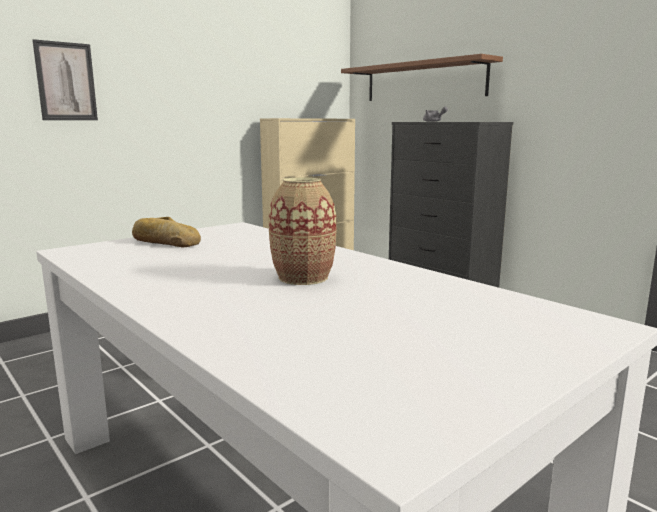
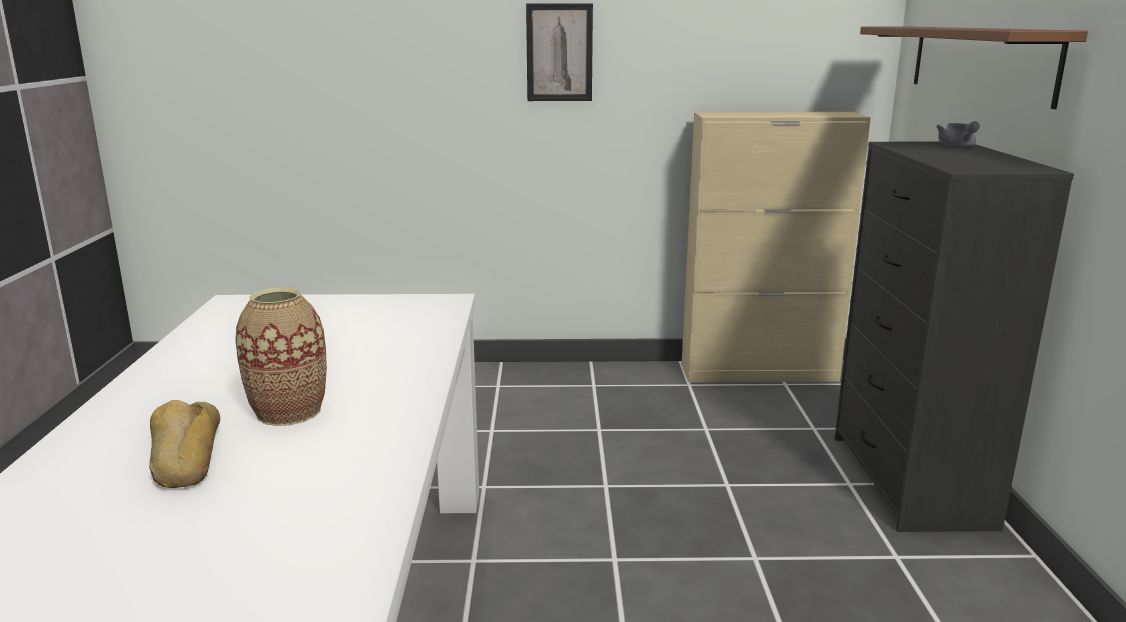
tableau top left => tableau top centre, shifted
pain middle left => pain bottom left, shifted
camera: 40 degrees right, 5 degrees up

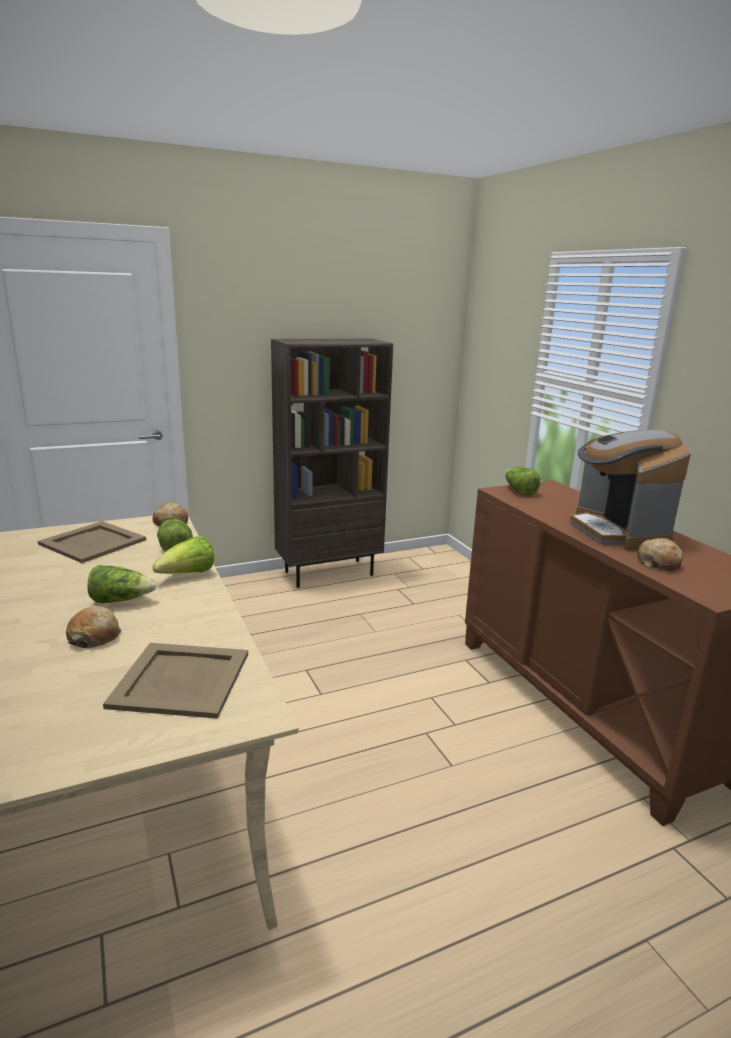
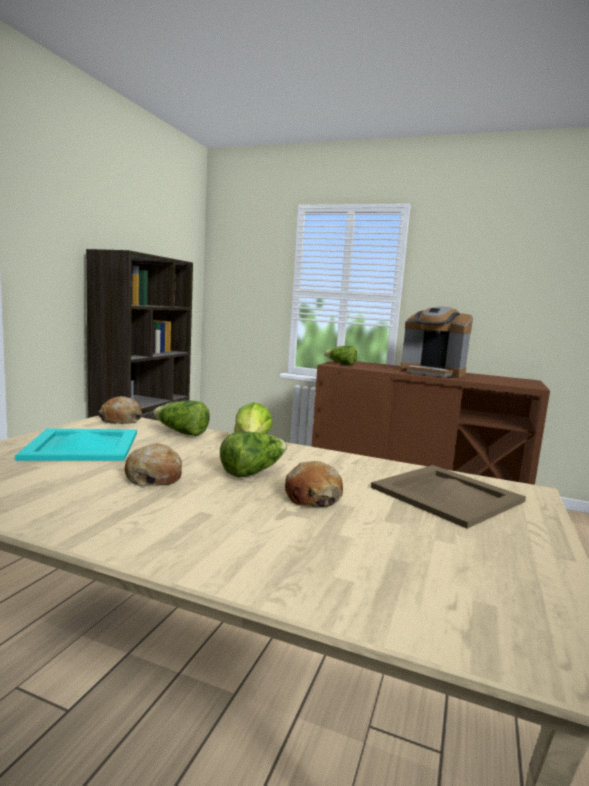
plateau [beige] (no. 1 from left) middle left => plateau [turquoise] middle left
pain (no. 3 from left in the first image) middle right => pain (no. 2 from left) middle left, shifted
camera: 45 degrees left, 10 degrees down

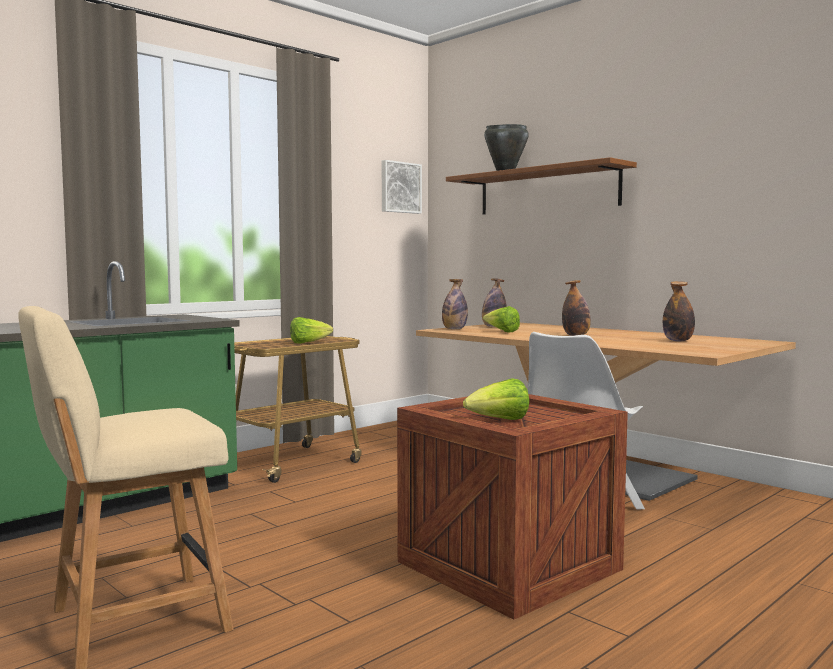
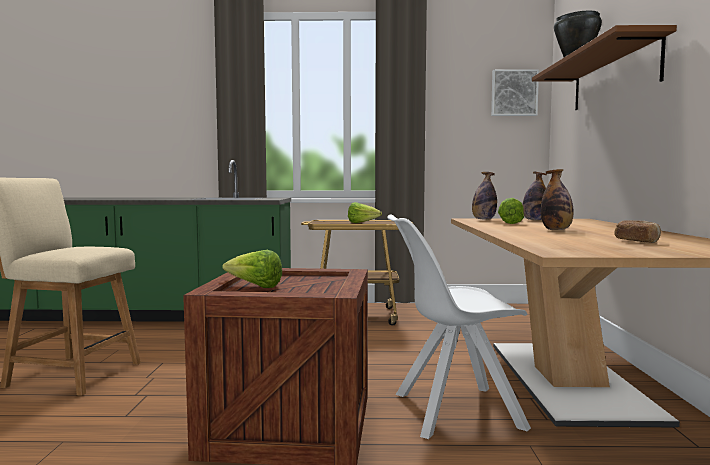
bouteille (no. 4 from left) middle right => pain middle right
camera: 45 degrees right, 0 degrees up

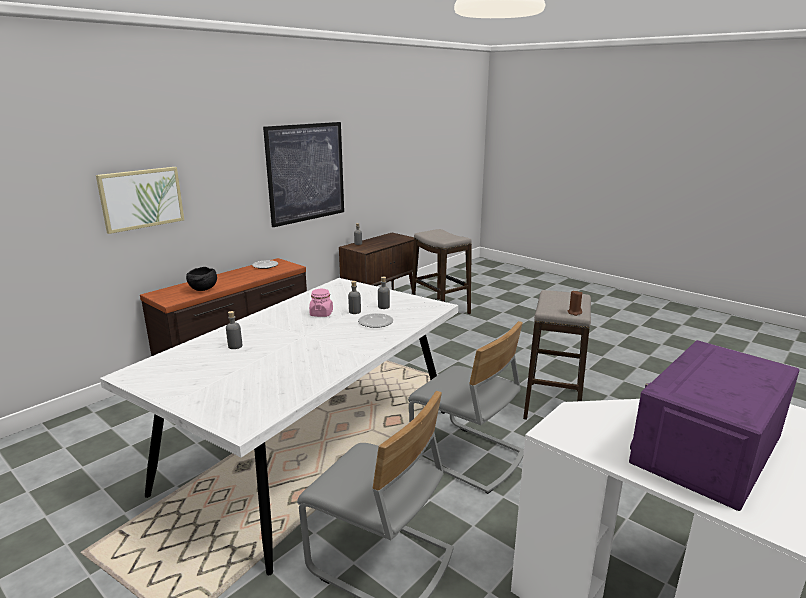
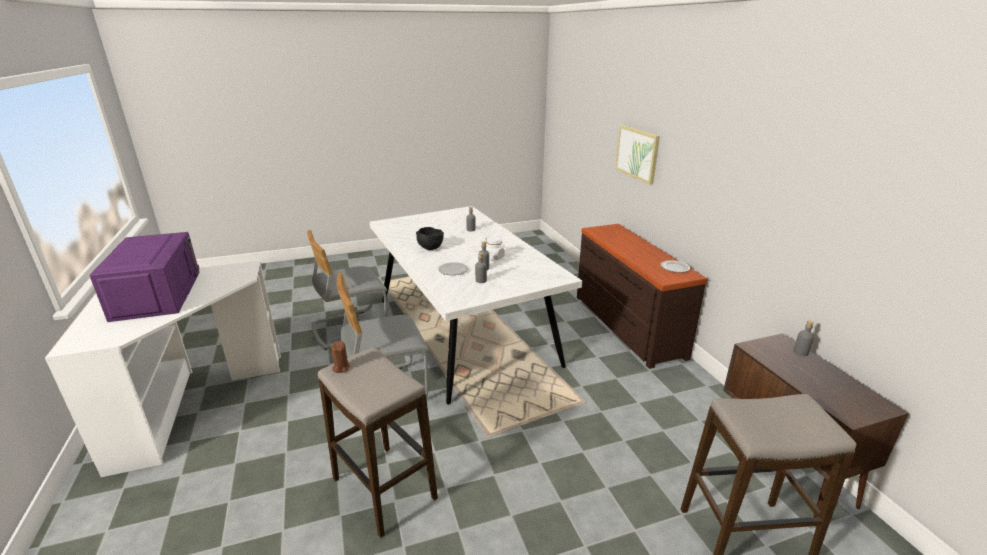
tableau (no. 2 from left) top centre => nothing
bol [noir] middle left => bol [noir] centre, shifted
bocal [rose] centre => bocal [blanc] centre
camera: 120 degrees right, 5 degrees up

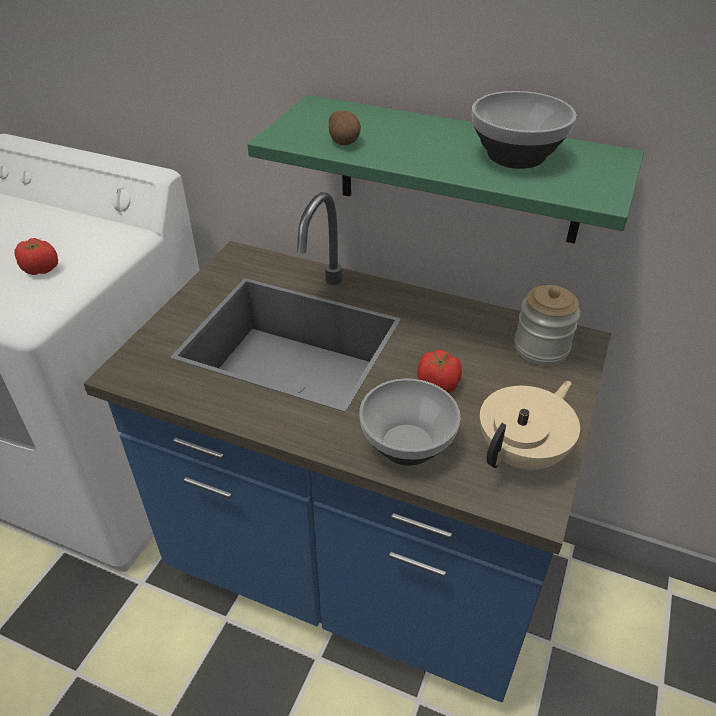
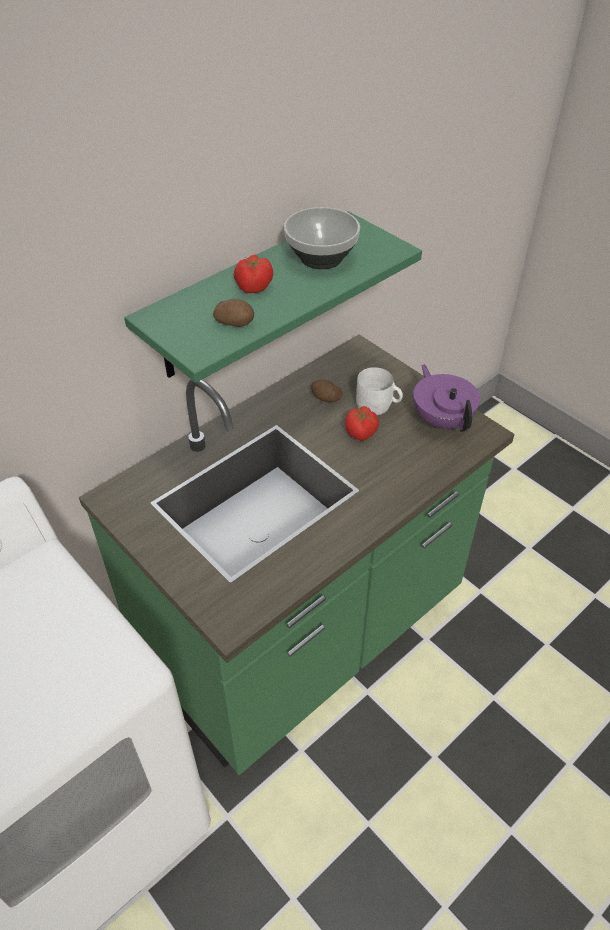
comptoir de cuisine [bleu] centre => comptoir de cuisine [vert] centre
tomate (no. 1 from left) middle left => tomate (no. 1 from left) top centre, shifted
bocal middle right => nothing
bol (no. 1 from left) centre => nothing
théière [beige] middle right => théière [violet] middle right
nothing => mug [blanc] centre
nothing => pomme de terre (no. 2 from left) centre
camera: 65 degrees left, 5 degrees up

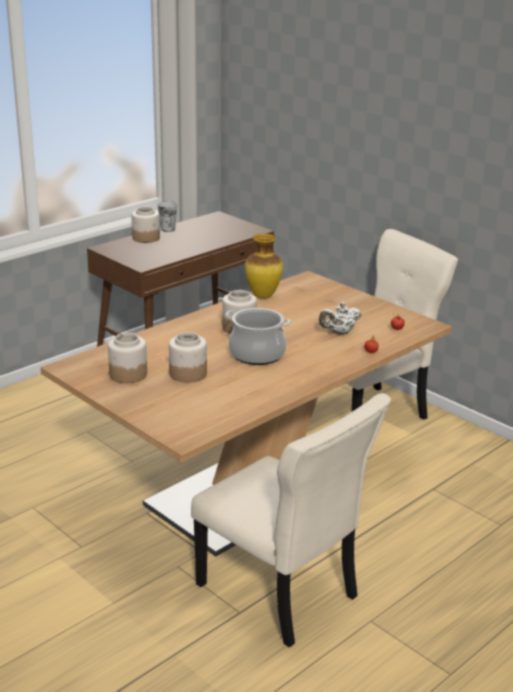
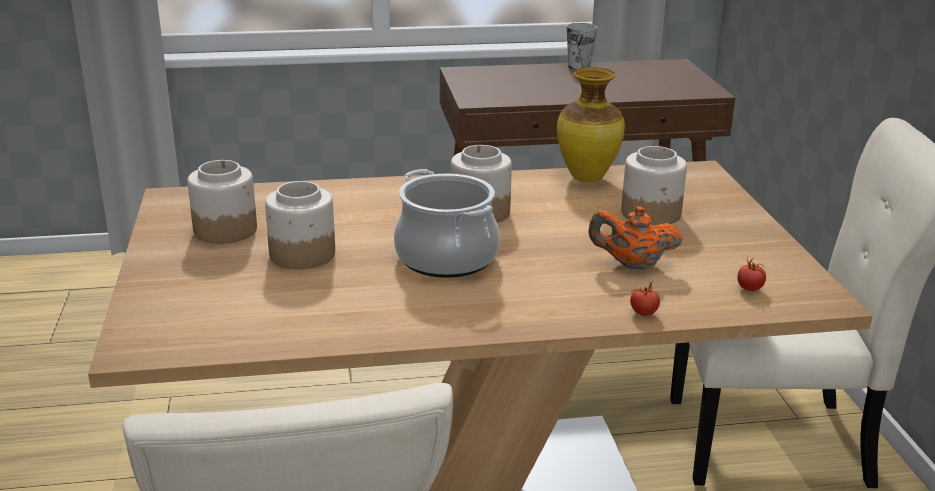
bocal (no. 2 from left in the first image) top left => bocal (no. 4 from left) middle right, shifted
théière [blanc] centre => théière [orange] middle right
camera: 35 degrees right, 0 degrees up

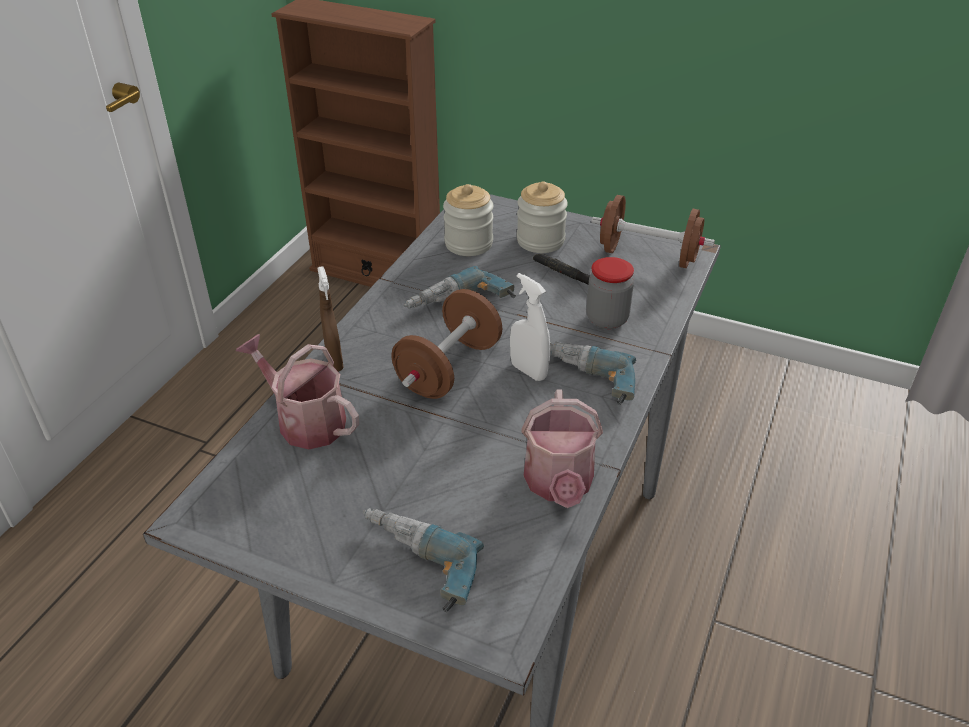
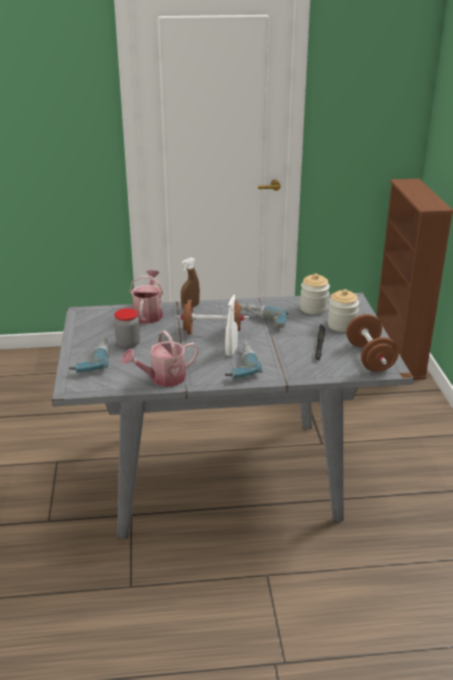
bocal (no. 3 from left in the first image) centre => bocal (no. 1 from left) middle left, shifted
camera: 60 degrees right, 10 degrees down

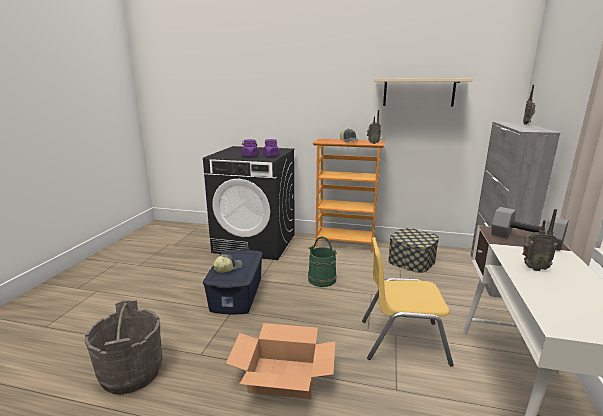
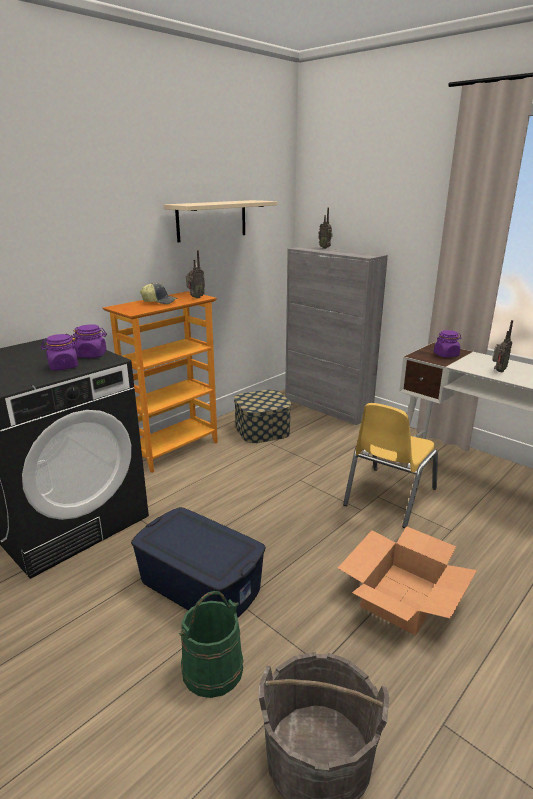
haltère [gris] middle right => bocal [violet] (no. 3 from left) middle right
seau [vert] centre => seau [vert] bottom centre, shifted
casquette (no. 1 from left) centre => nothing
camera: 60 degrees left, 5 degrees up

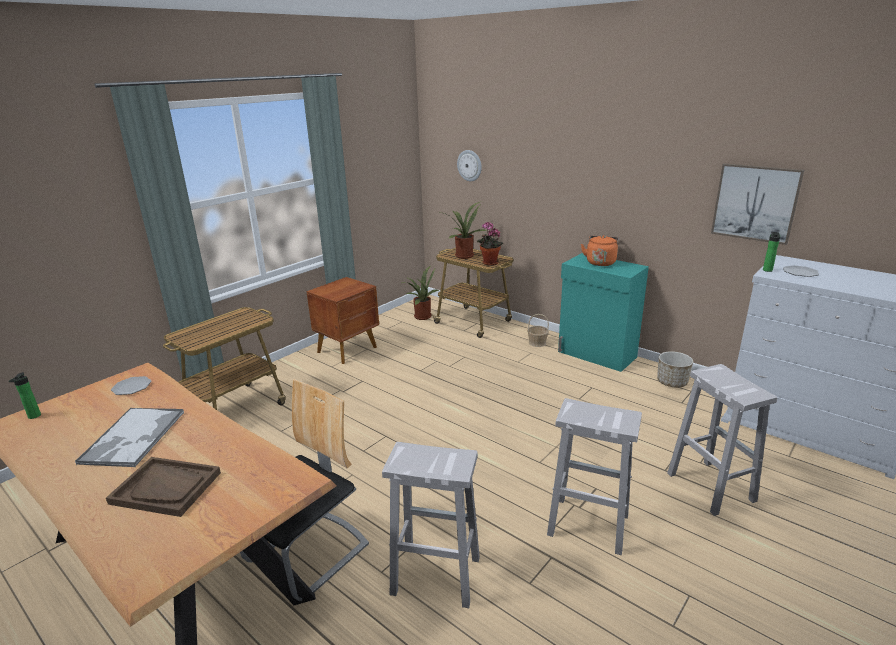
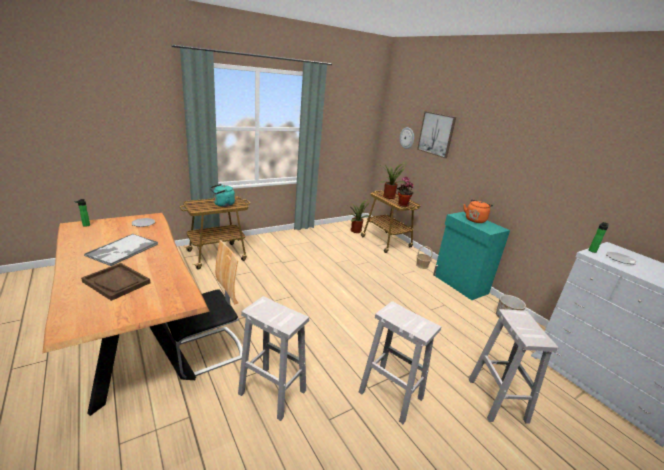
tableau top right => tableau top centre, shifted
table de chevet [marron] centre => nothing
nothing => bouilloire [turquoise] centre
camera: 15 degrees right, 0 degrees up

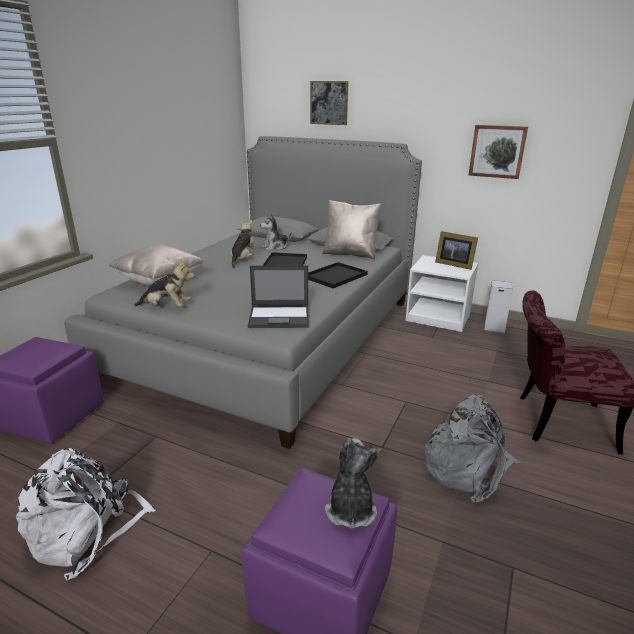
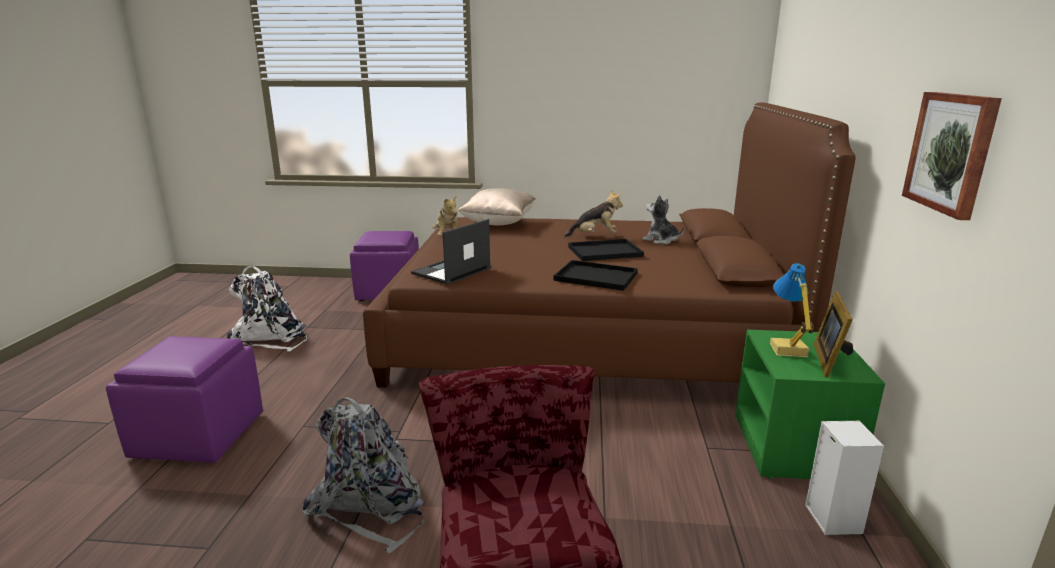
tableau (no. 1 from left) top centre => nothing
lit [gris] centre => lit [marron] centre
coussin [beige] (no. 2 from left) centre => nothing
table de chevet [blanc] middle right => table de chevet [vert] bottom right
ordinateur portable centre, 60 degrees clockwise
peluche (no. 4 from left) bottom centre => nothing
nothing => lampe de table middle right
camera: 70 degrees right, 5 degrees down

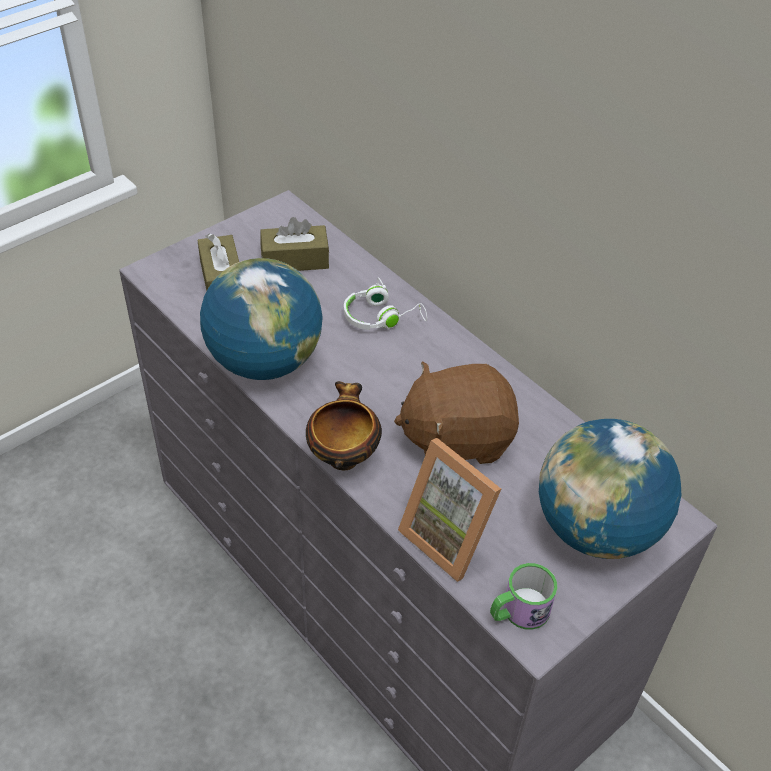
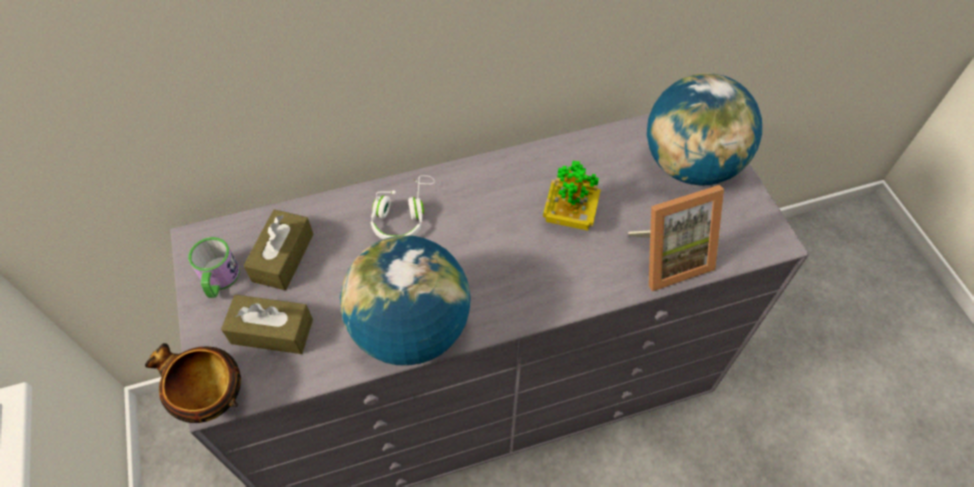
peluche [marron] centre => plante en pot centre
bol centre => bol bottom left, shifted
mug bottom right => mug middle left, shifted
camera: 65 degrees left, 10 degrees up

